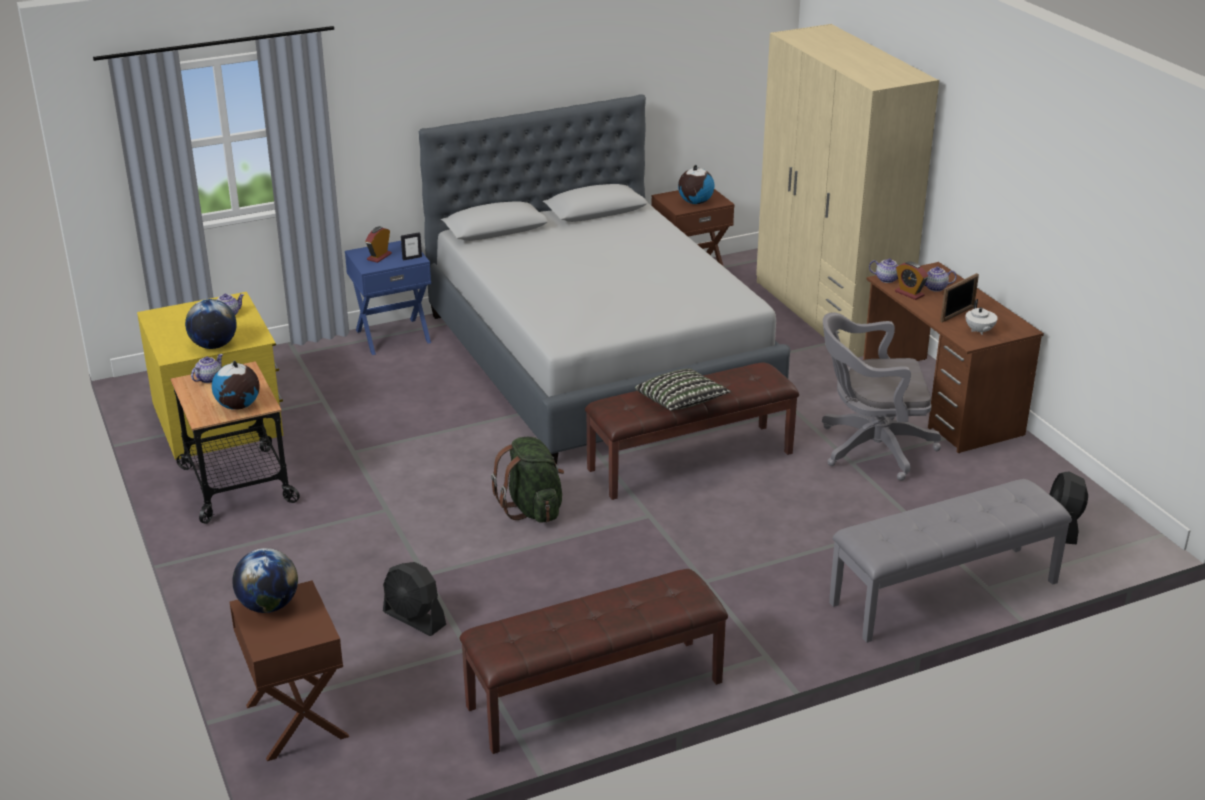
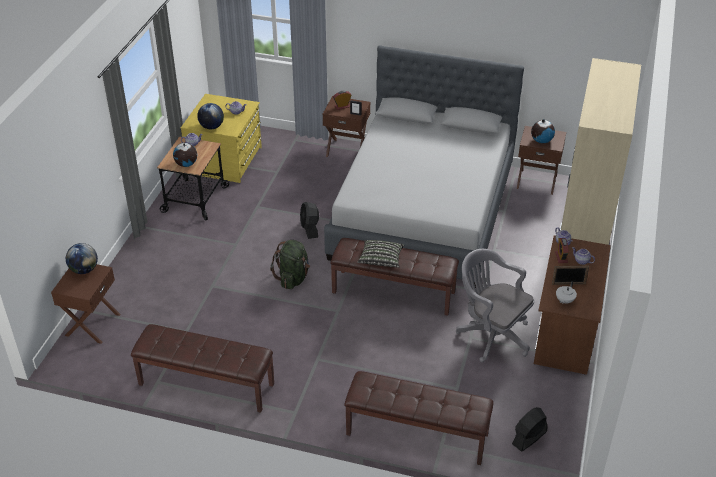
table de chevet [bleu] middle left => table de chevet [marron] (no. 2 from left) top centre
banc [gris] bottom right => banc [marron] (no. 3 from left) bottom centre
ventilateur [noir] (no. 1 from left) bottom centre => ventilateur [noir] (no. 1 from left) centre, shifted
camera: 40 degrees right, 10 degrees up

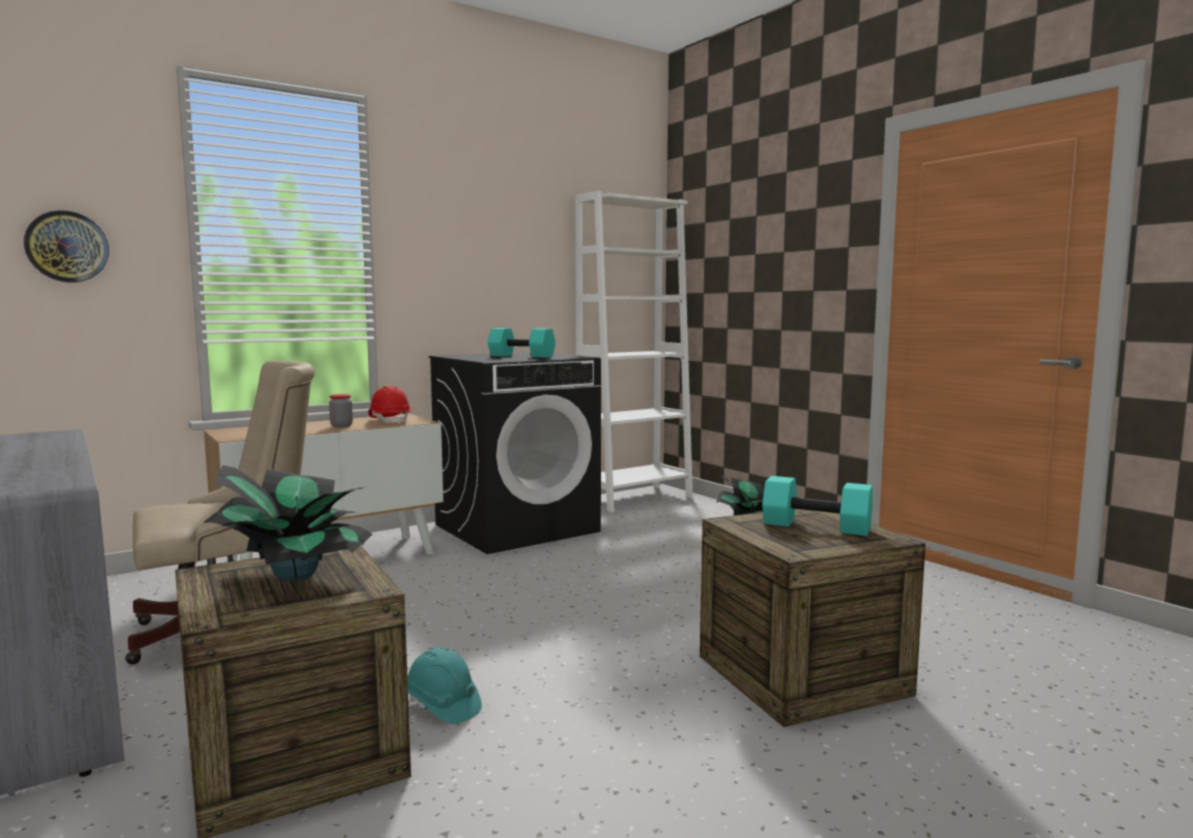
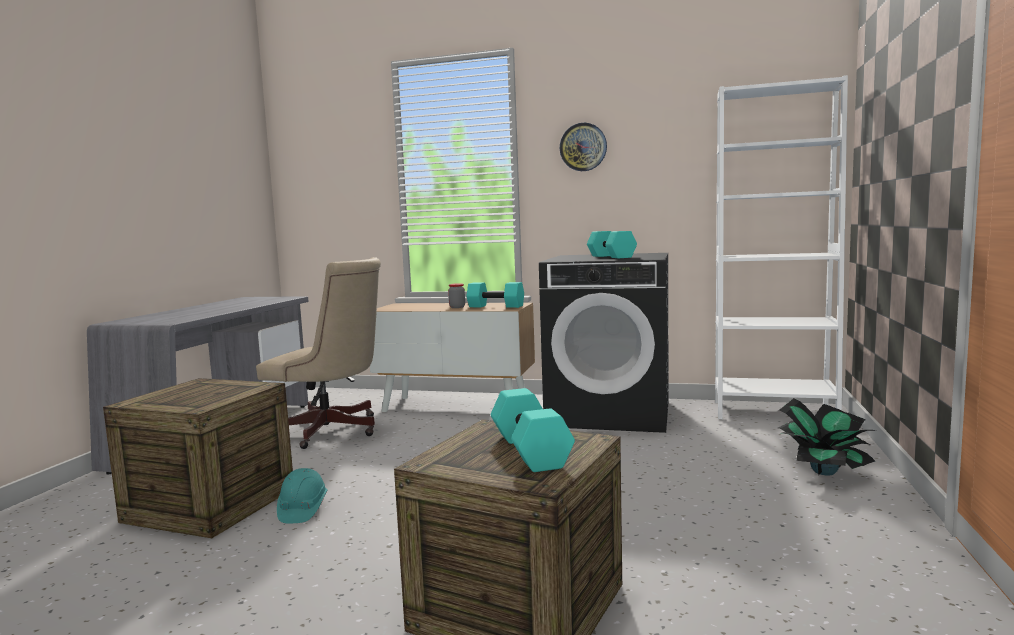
horloge murale top left => horloge murale top centre, shifted
casque de chantier [rouge] middle left => haltère [turquoise] (no. 1 from left) centre
plante en pot (no. 1 from left) middle left => nothing
camera: 50 degrees right, 0 degrees up

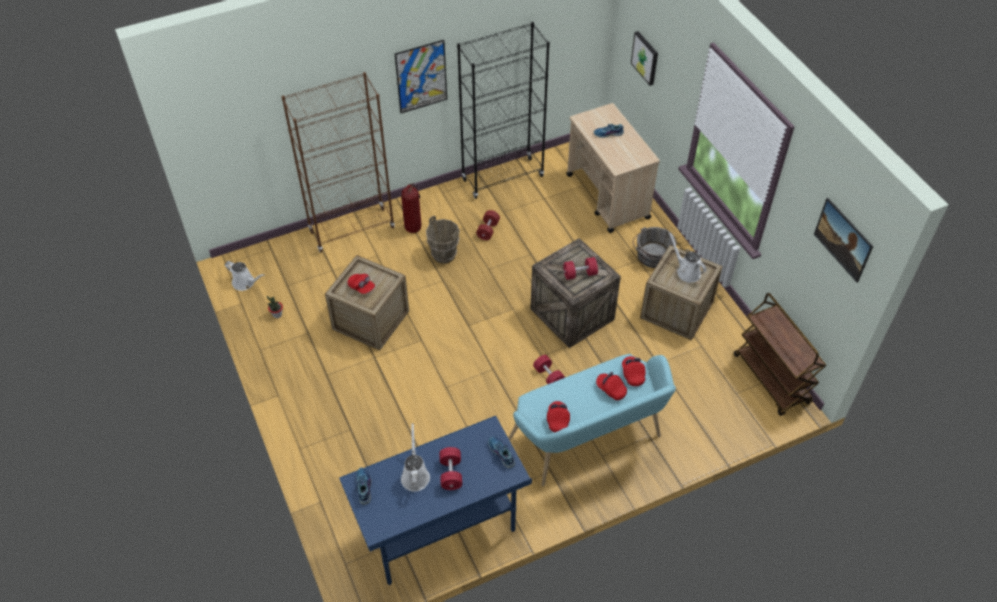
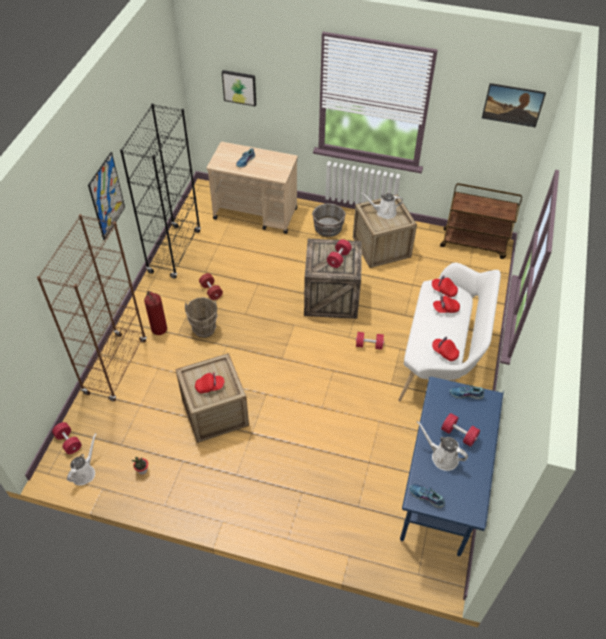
arrosoir [blanc] (no. 1 from left) middle left => arrosoir [blanc] (no. 1 from left) bottom left, 45 degrees counterclockwise
banc [turquoise] bottom centre => banc [blanc] middle right
nothing => haltère [rouge] (no. 1 from left) bottom left
camera: 50 degrees left, 0 degrees up

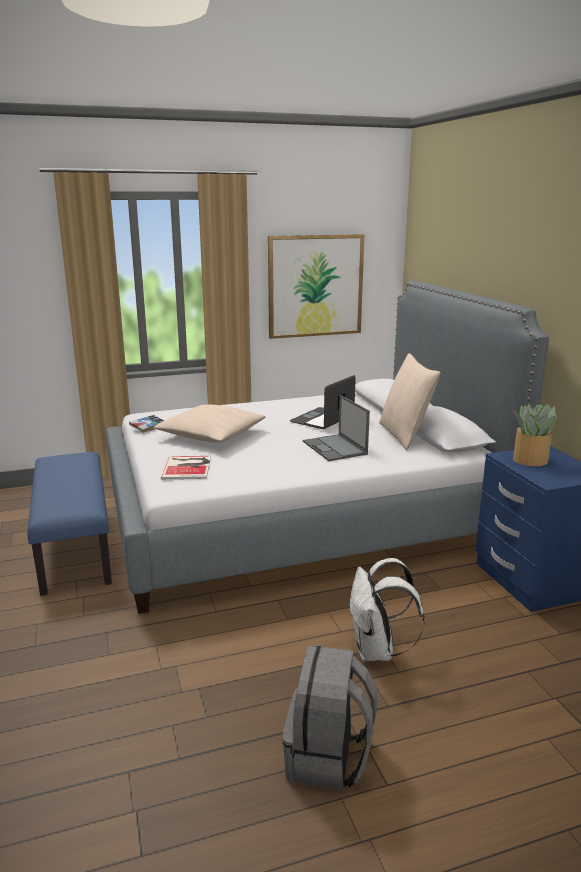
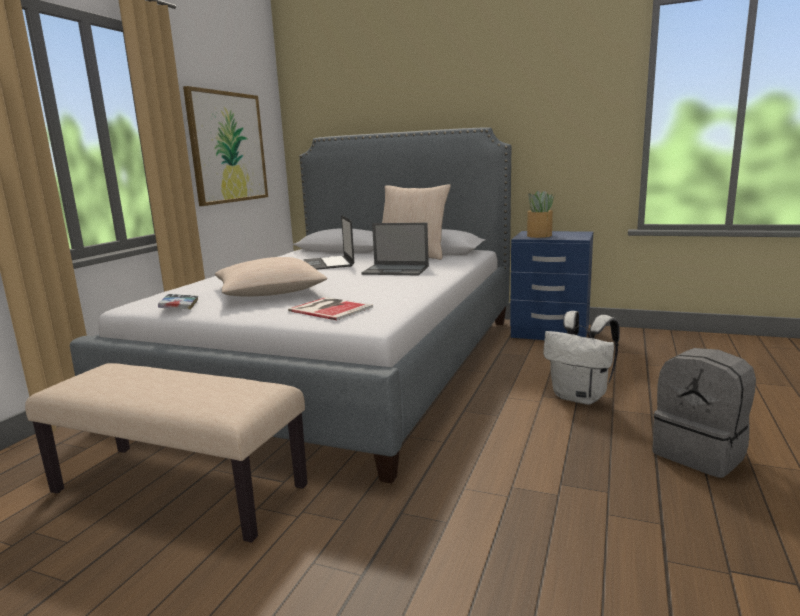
banc [bleu] middle left => banc [beige] bottom left
camera: 50 degrees left, 5 degrees down

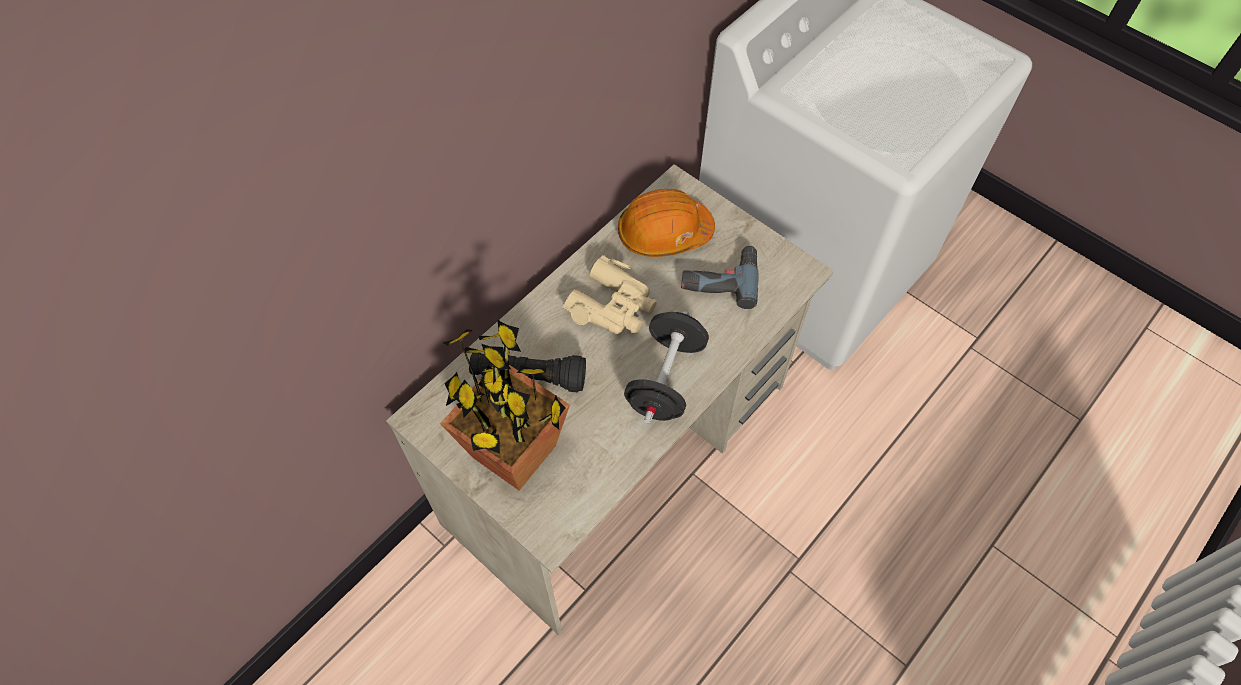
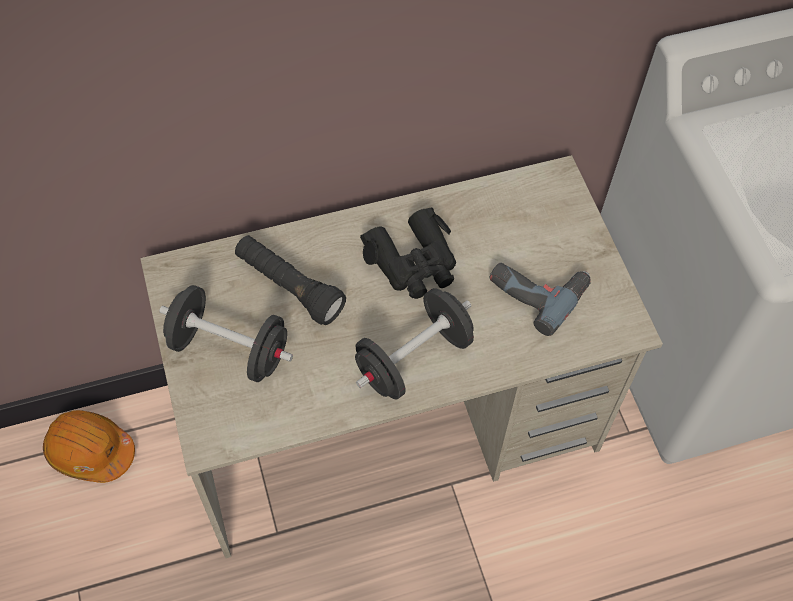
casque de chantier [orange] top centre => casque de chantier [orange] bottom left, shifted
jumelles [beige] centre => jumelles [noir] centre
plante en pot centre => haltère [noir] (no. 1 from left) middle left
camera: 30 degrees right, 0 degrees up

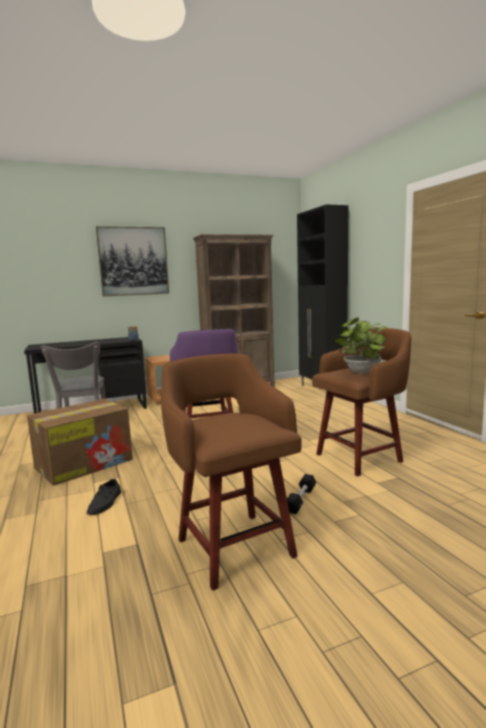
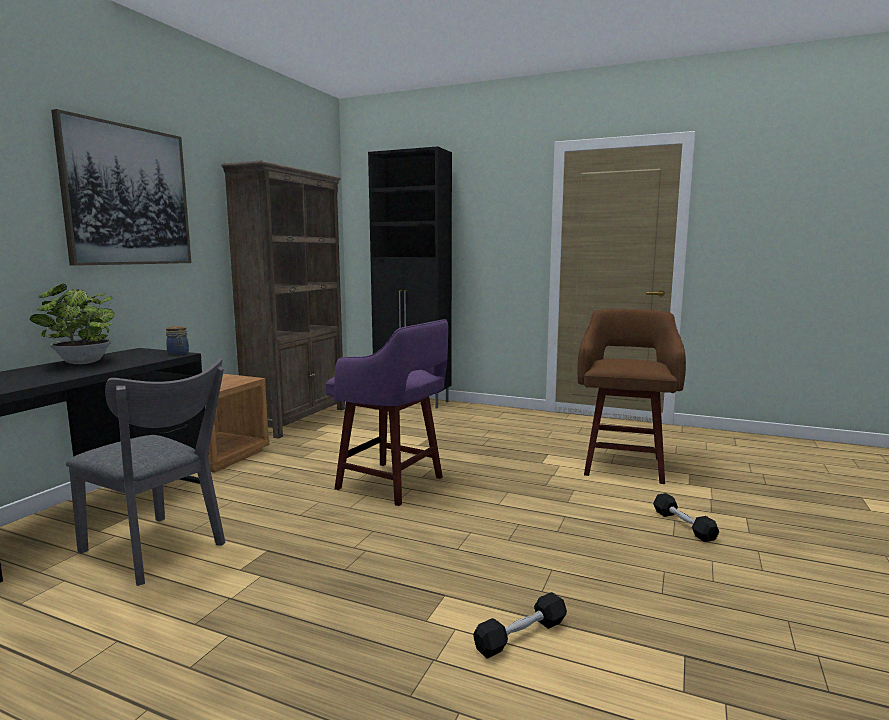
plante en pot middle right => plante en pot middle left, shifted
tabouret [marron] (no. 1 from left) centre => nothing
carton middle left => nothing
chaussure [noir] bottom left => haltère [noir] (no. 1 from left) bottom centre
camera: 45 degrees left, 0 degrees up

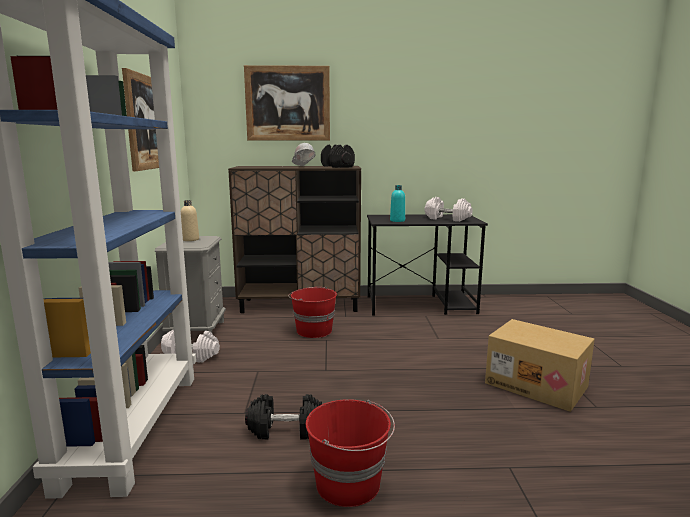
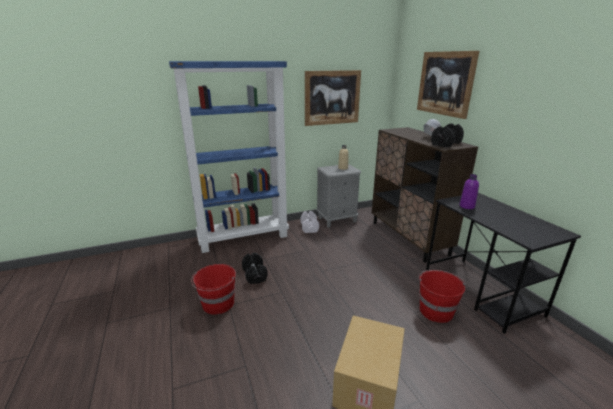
bouteille [turquoise] centre => bouteille [violet] middle right
haltère [blanc] (no. 2 from left) centre => nothing
seau [rouge] (no. 1 from left in the first image) centre => seau [rouge] (no. 2 from left) bottom right, shifted
camera: 70 degrees right, 10 degrees up

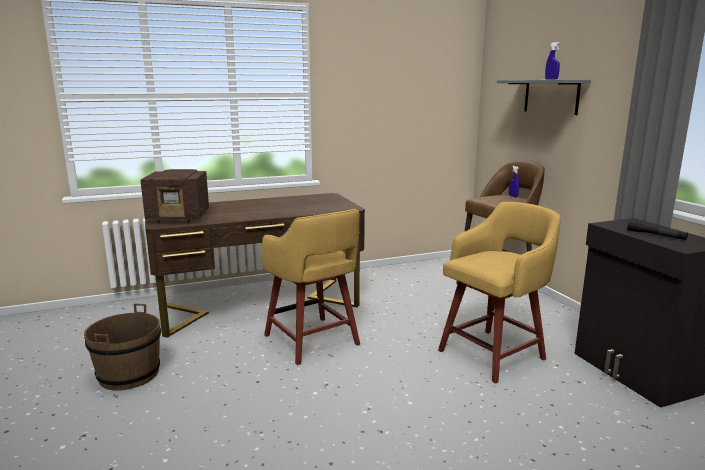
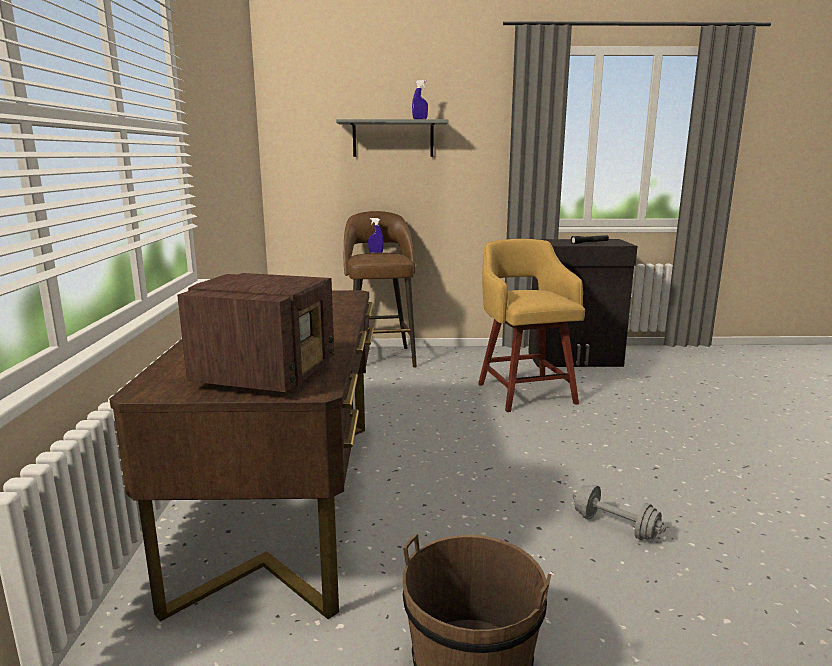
tabouret [jaune] (no. 1 from left) centre => nothing
nothing => haltère [gris] bottom right
camera: 70 degrees left, 0 degrees up

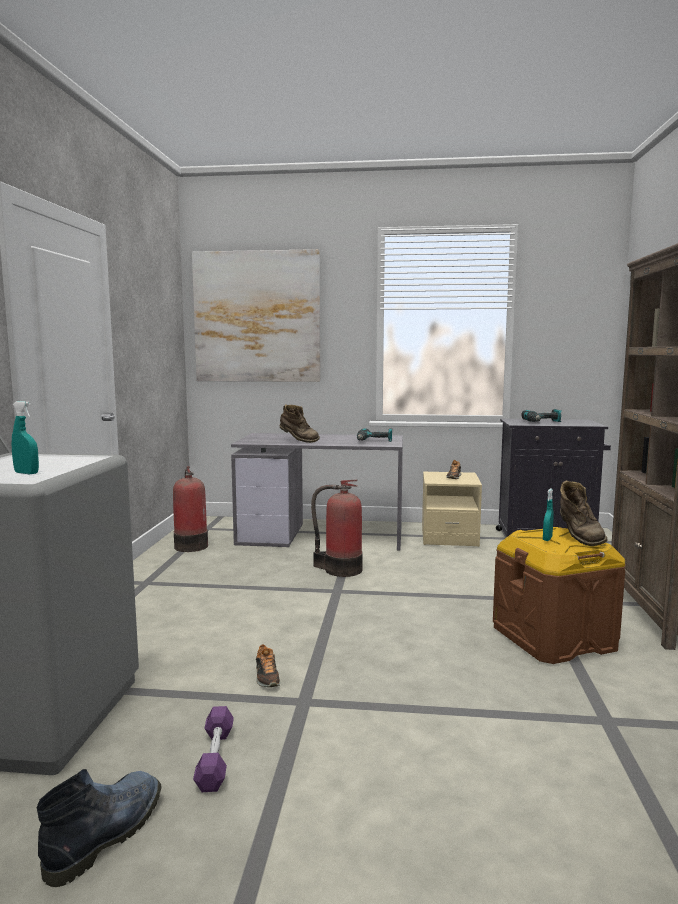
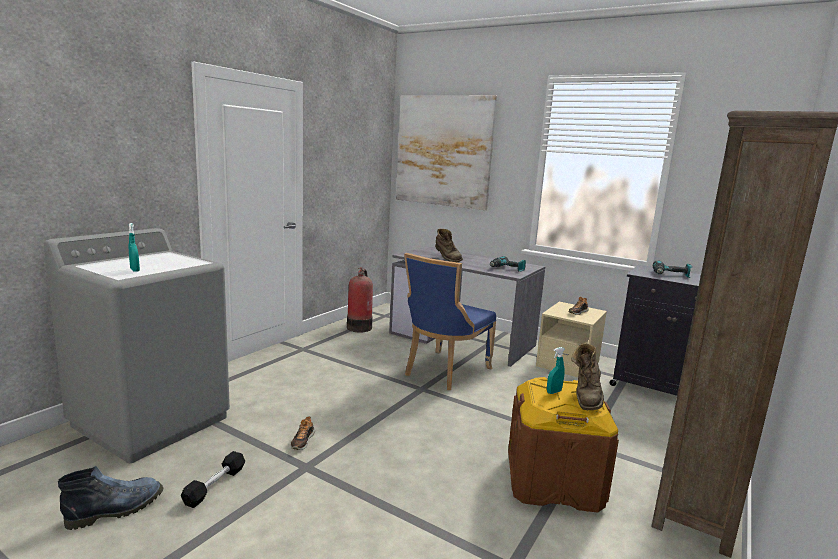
extincteur (no. 2 from left) centre => chaise [bleu] centre
haltère [violet] bottom left => haltère [noir] bottom left
camera: 25 degrees right, 5 degrees up

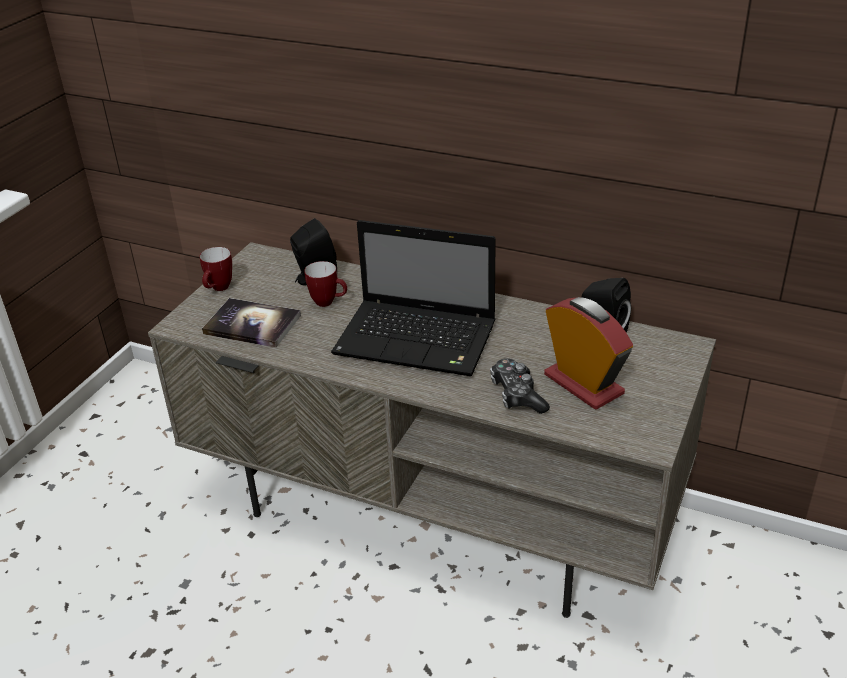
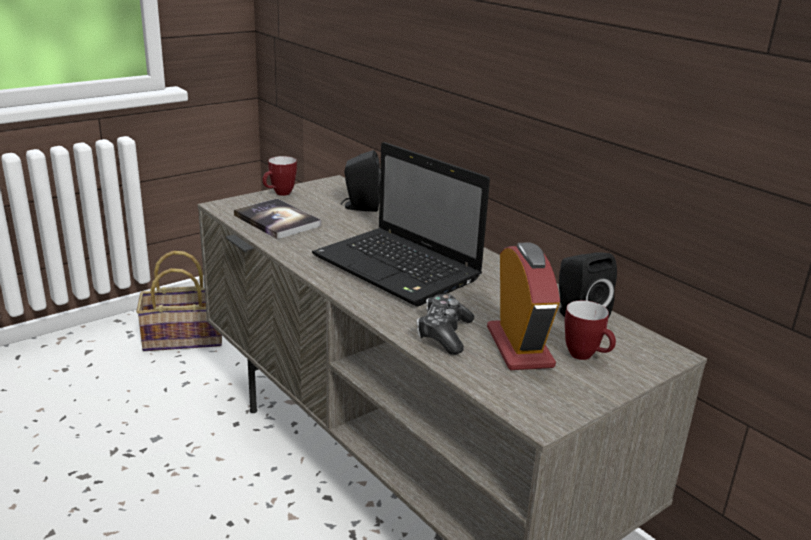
mug (no. 2 from left) centre => mug (no. 2 from left) middle right, shifted
nothing => panier middle left
camera: 25 degrees right, 10 degrees down

